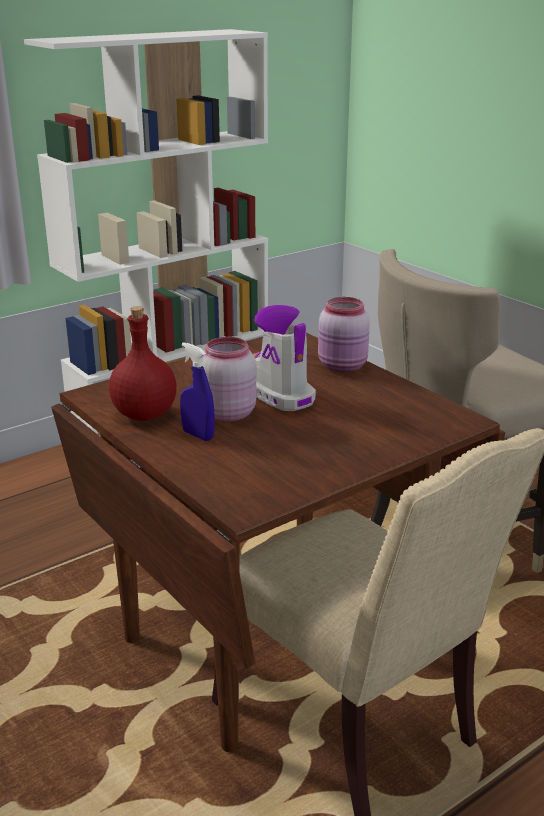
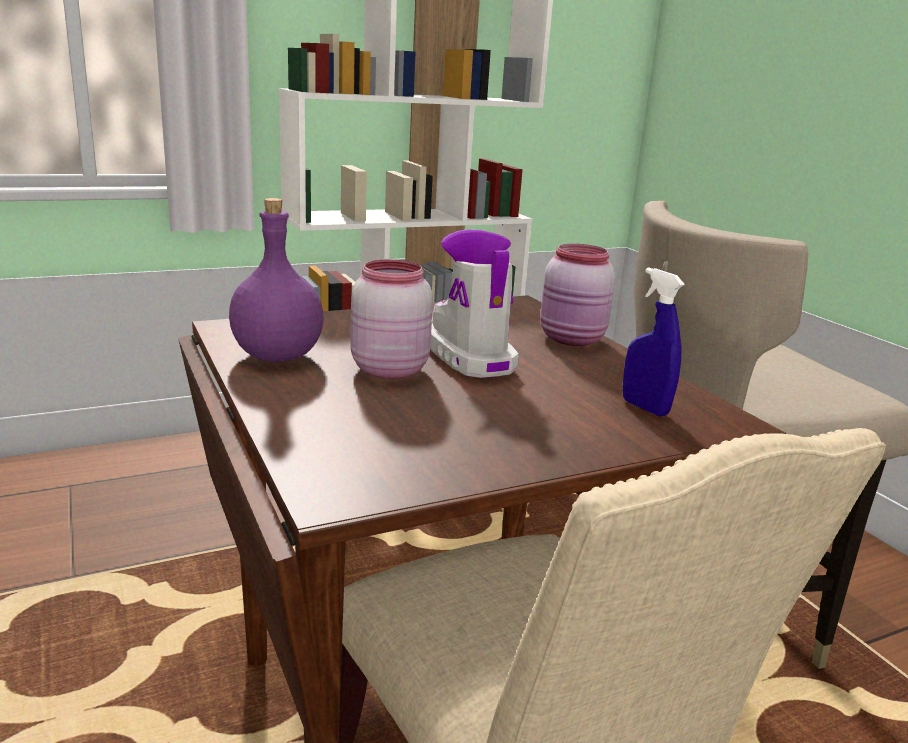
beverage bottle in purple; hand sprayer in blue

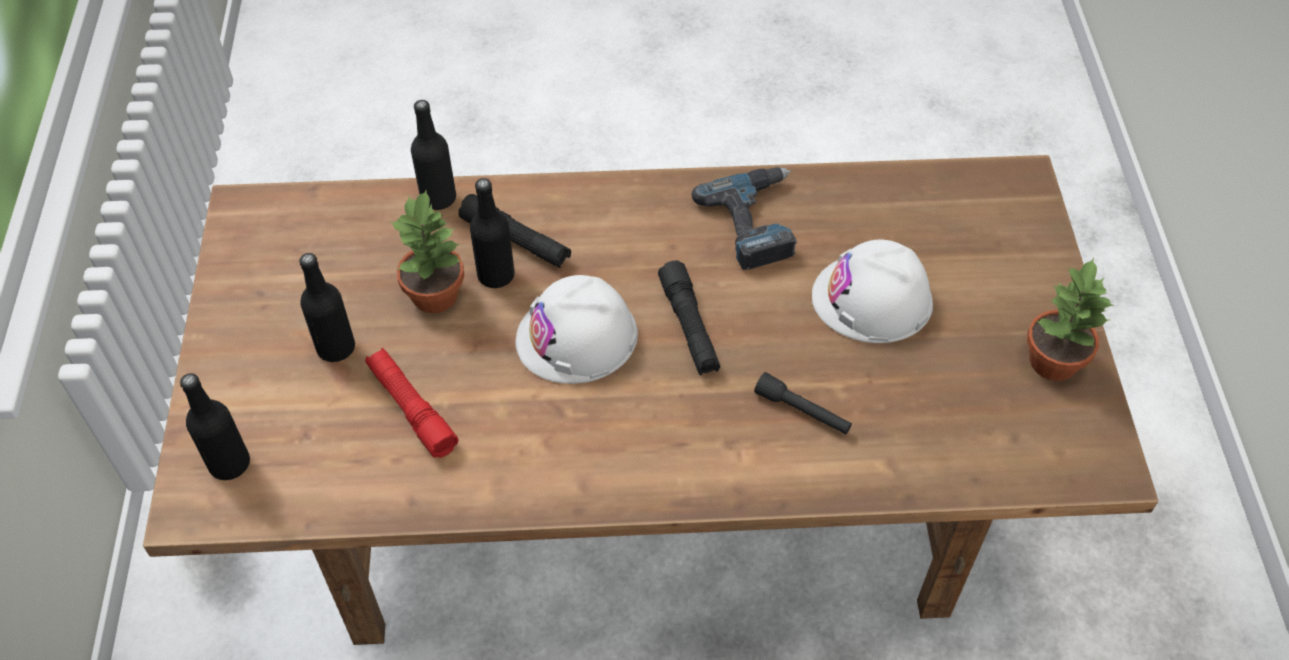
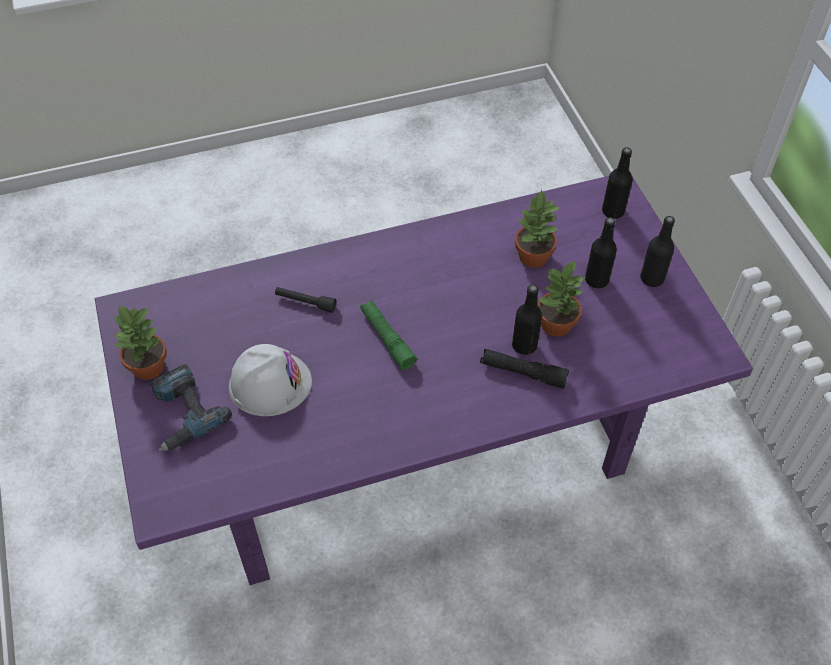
beverage bottle in blackish (no. 4 from left); kitchen table in purple; electric drill; hand torch in green; hard hat in whitish (no. 1 from left in the first image); potted plant (no. 2 from left)

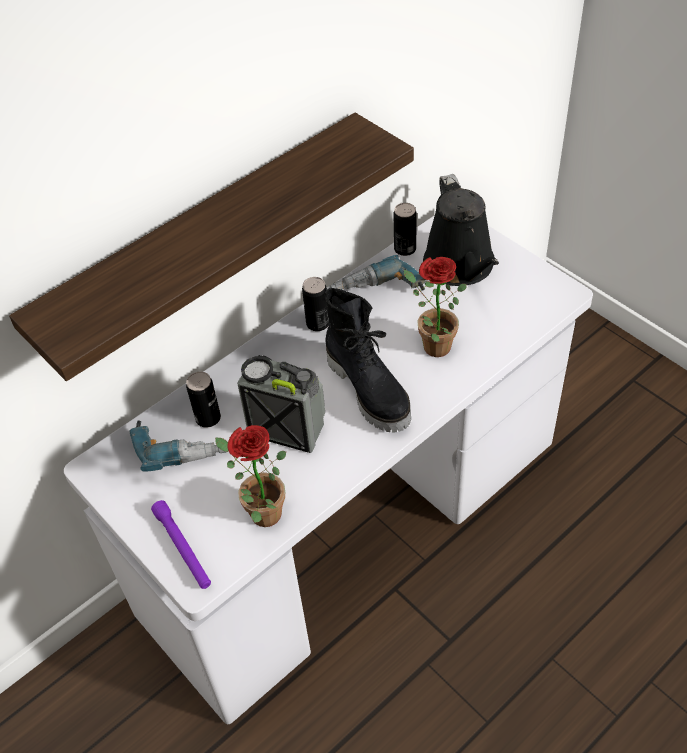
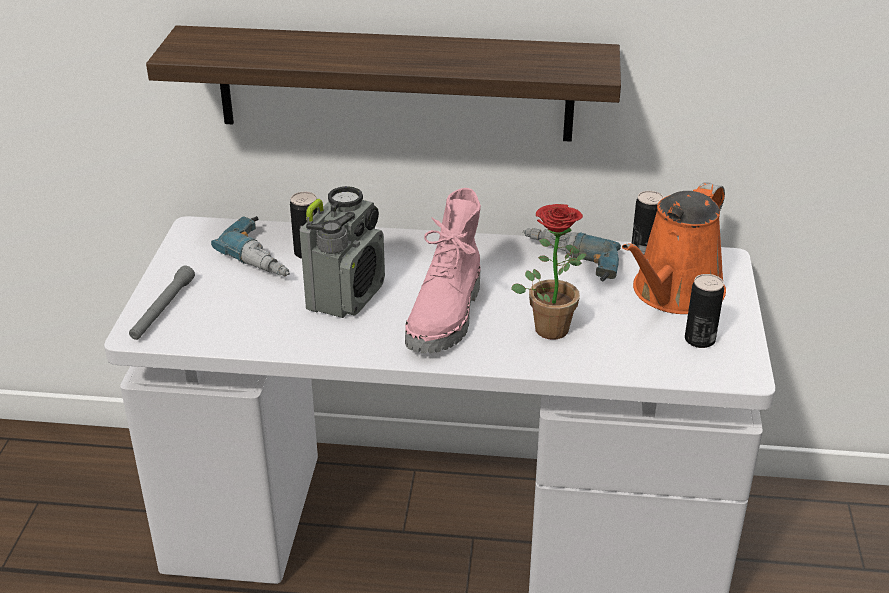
watering can in orangey; can (no. 3 from left); high-top boot in pinkish; radio receiver; potted plant (no. 1 from left in the first image); hand torch in greyish

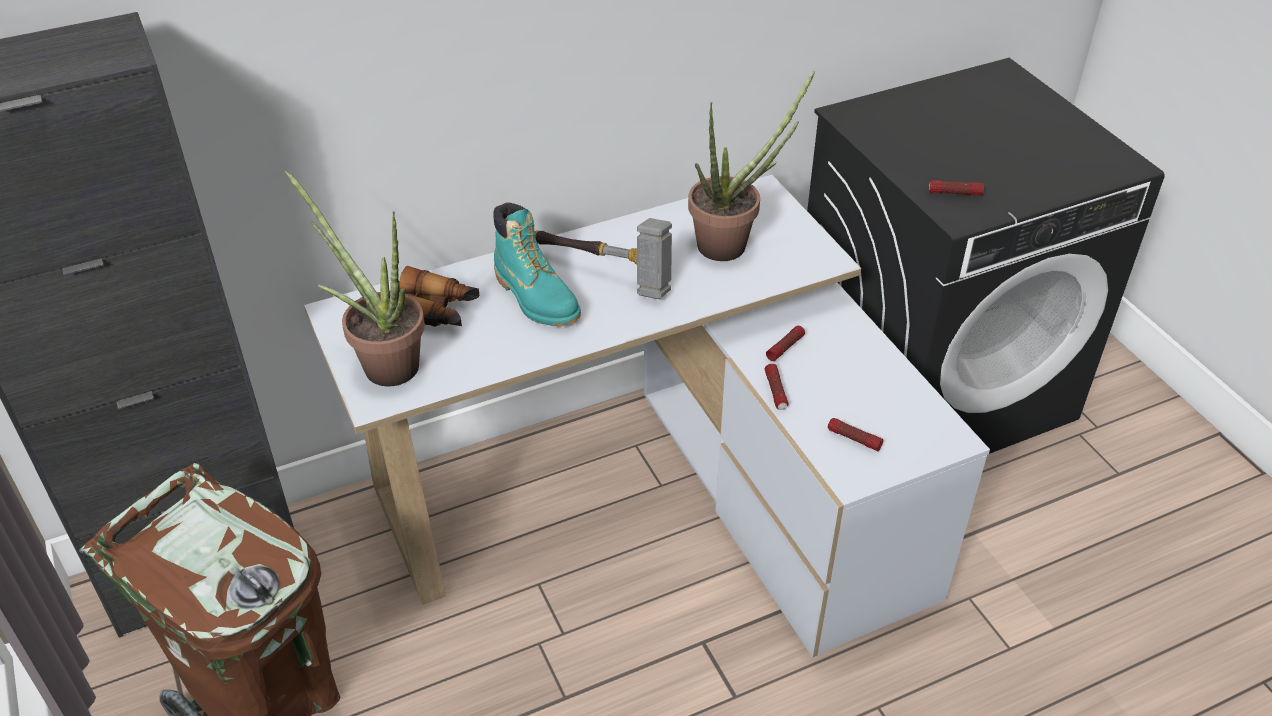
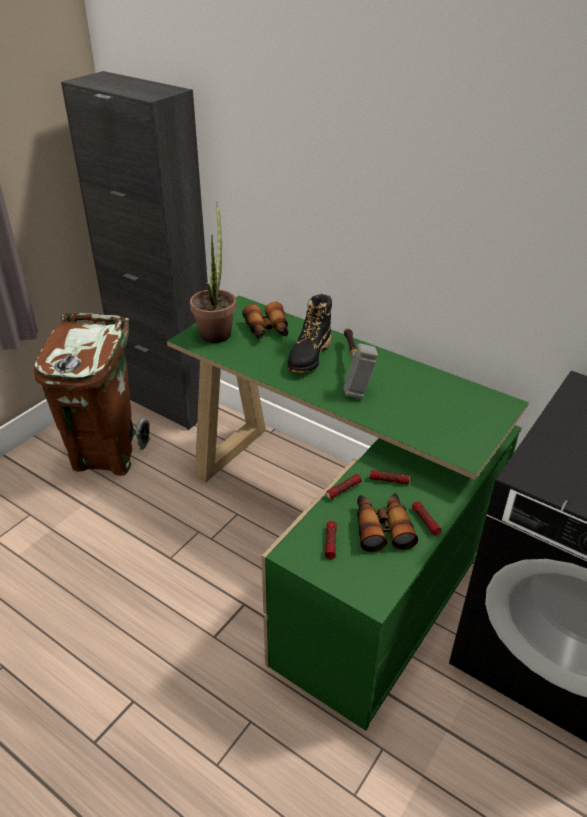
potted plant (no. 2 from left in the first image); desk in green; hand torch (no. 4 from left); high-top boot in blackish; field glasses (no. 2 from left)

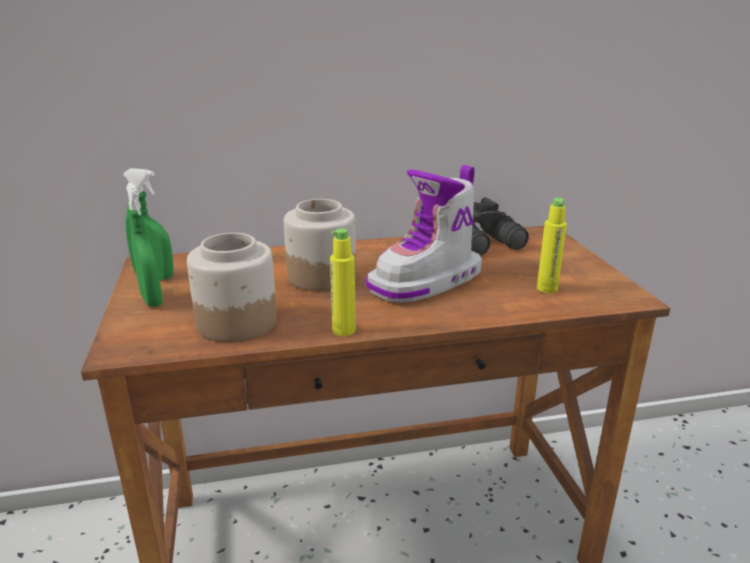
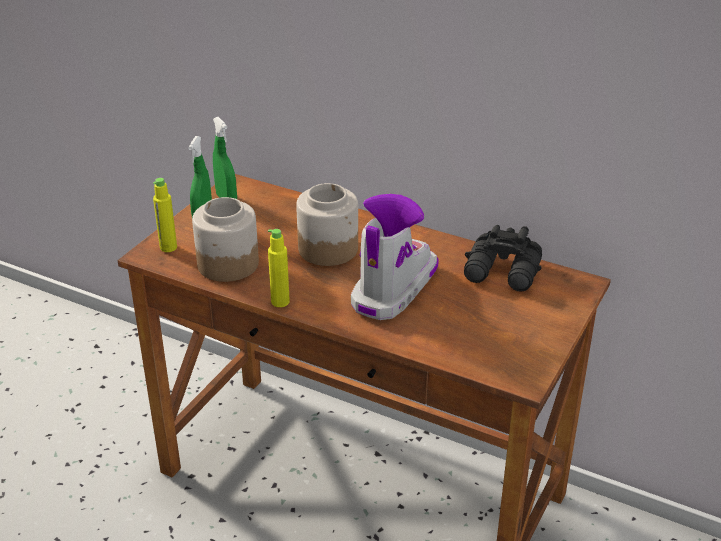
high-top boot; beverage bottle in yellow (no. 1 from left)

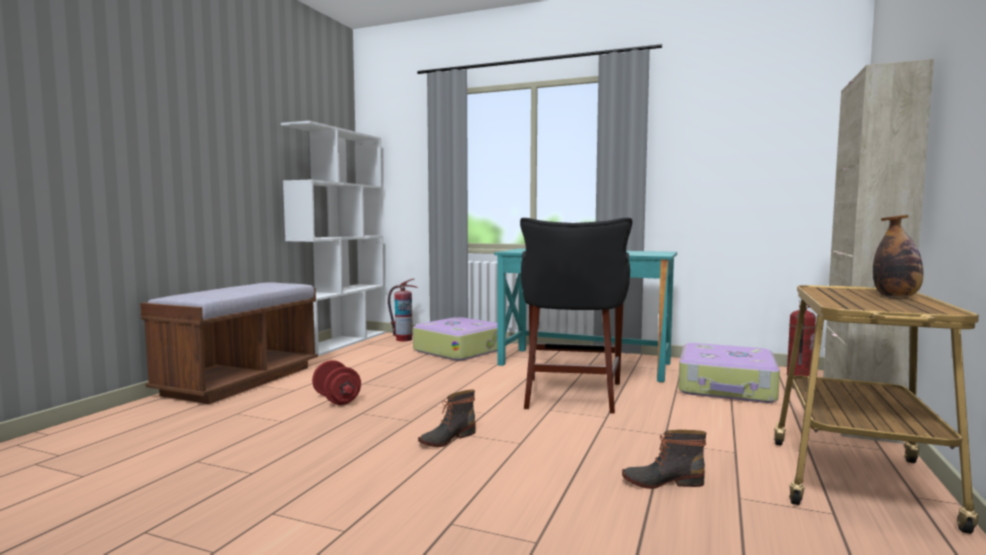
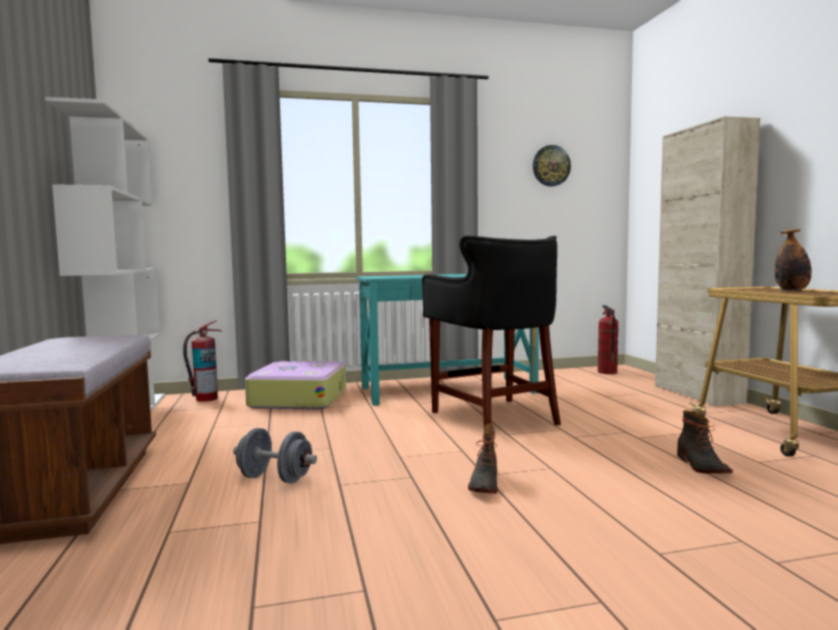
travel case (no. 2 from left in the first image); free weight in greyish; high-top boot (no. 2 from left); hanging clock

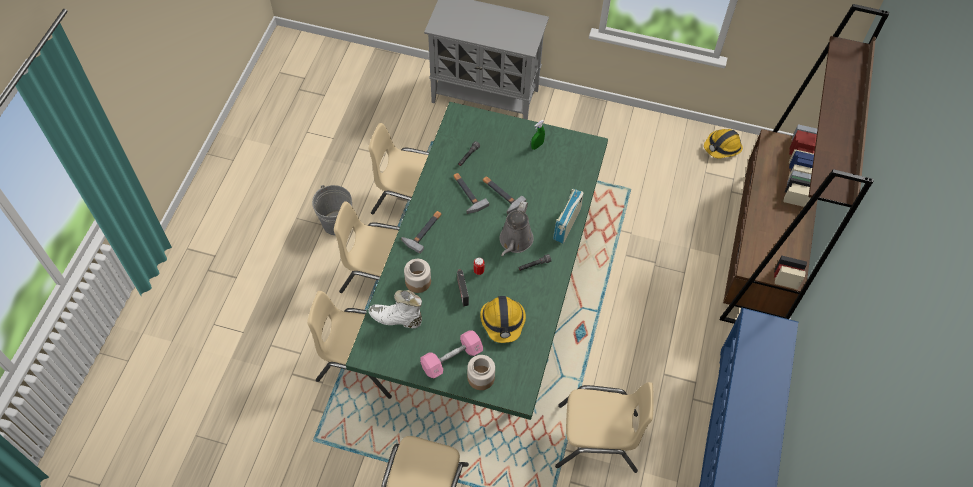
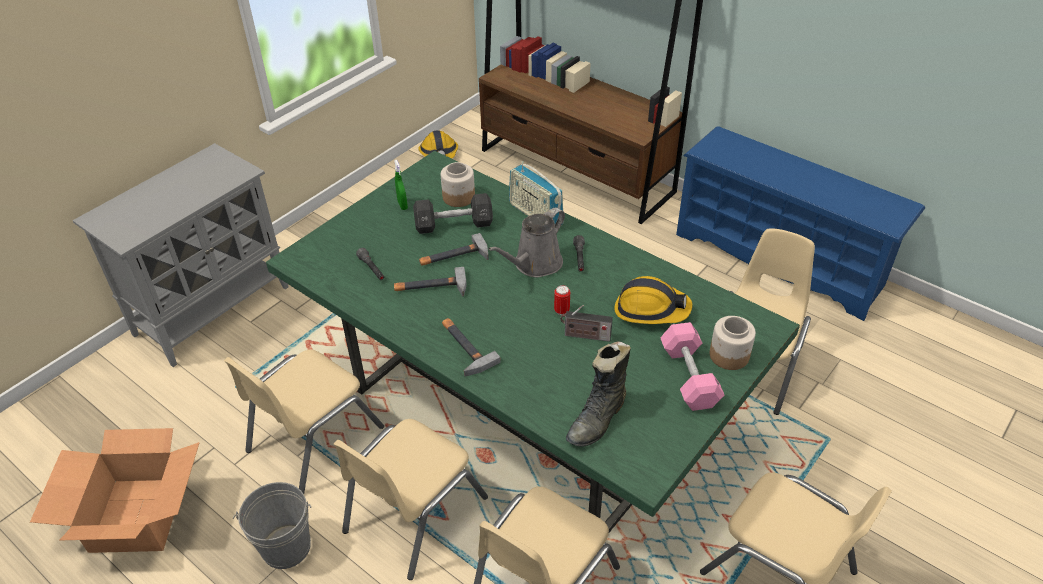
watering can in greyish; preserve jar (no. 1 from left); high-top boot in blackish; free weight in blackish; carton

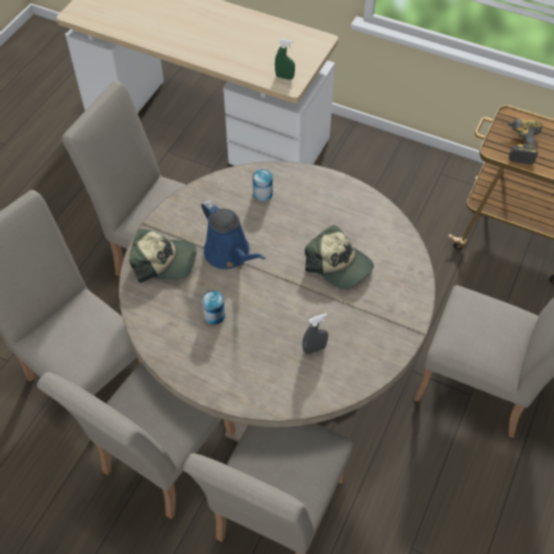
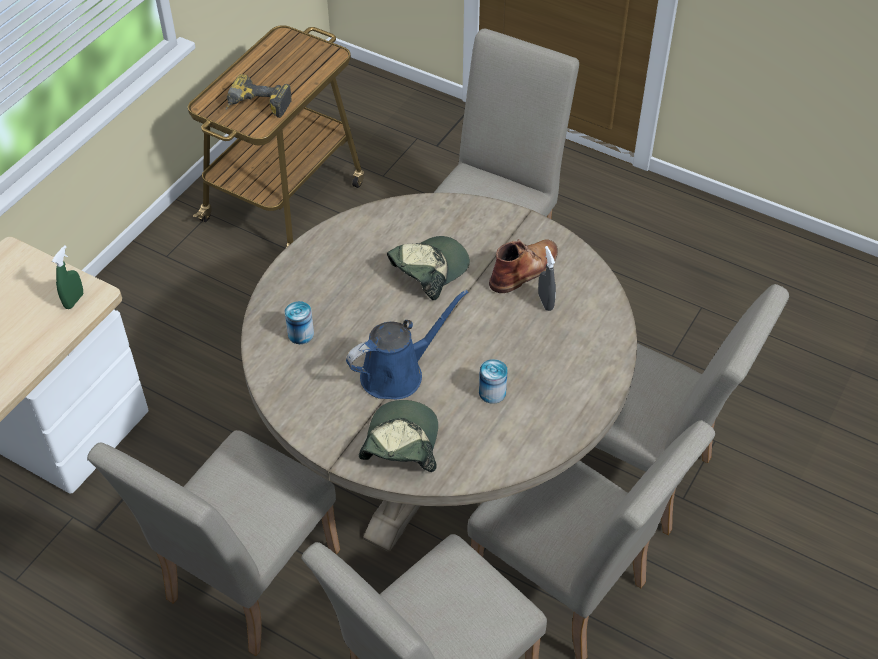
high-top boot in brown

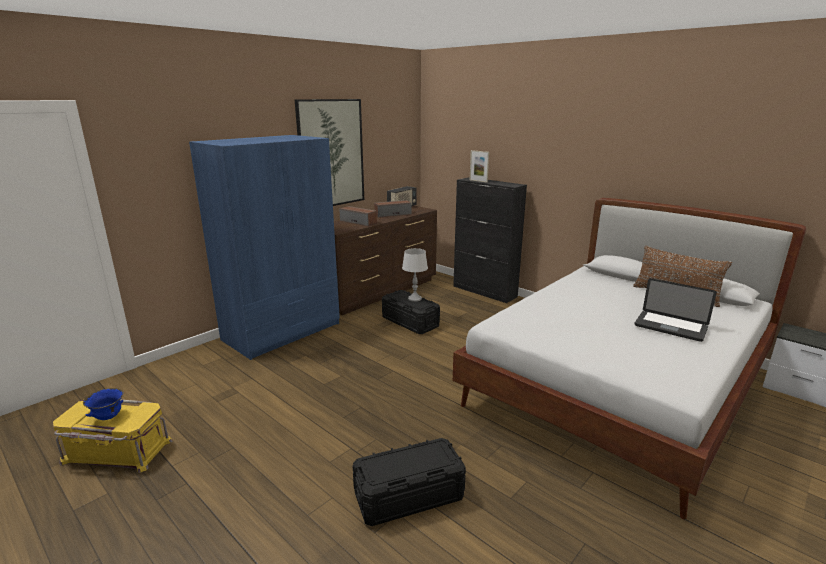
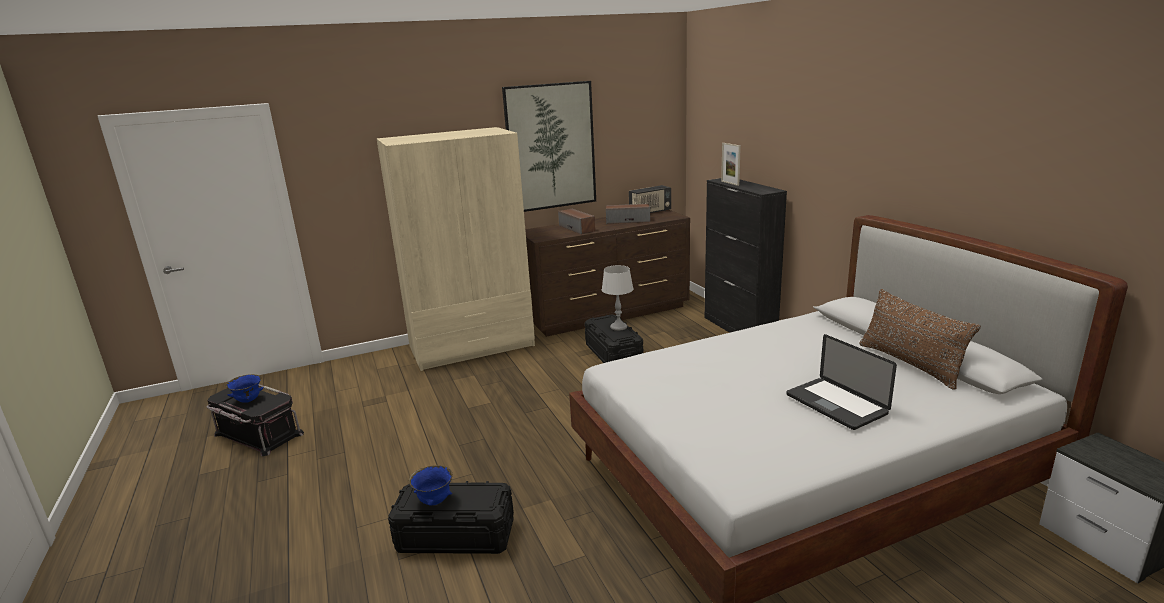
armoire in beige-coloured; storage box in blackish (no. 1 from left); serving bowl in blue (no. 2 from left)

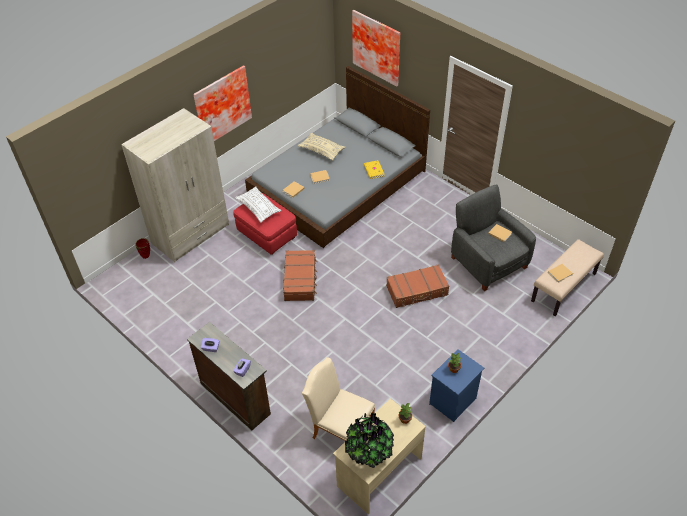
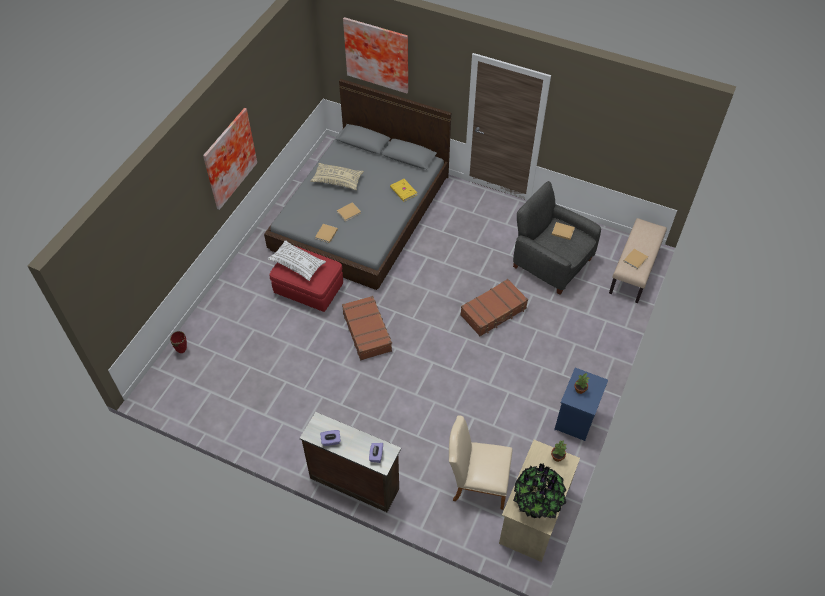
armoire in beige-coloured

